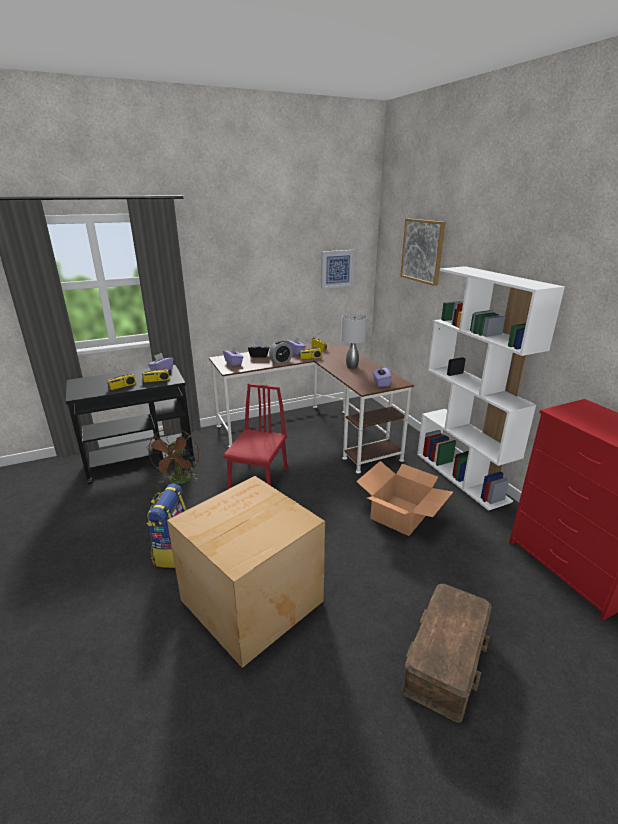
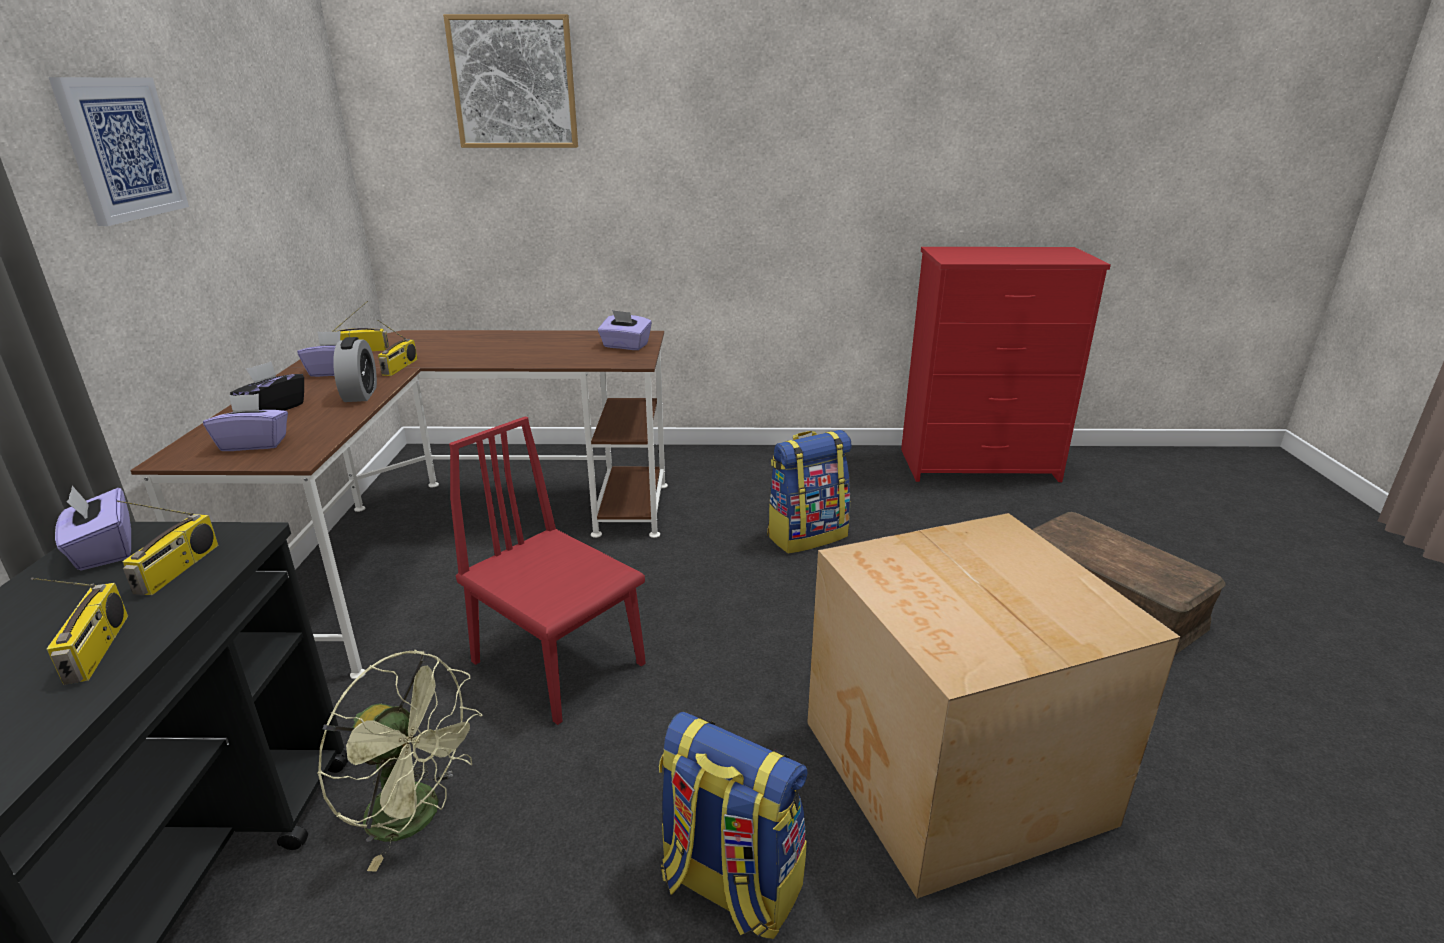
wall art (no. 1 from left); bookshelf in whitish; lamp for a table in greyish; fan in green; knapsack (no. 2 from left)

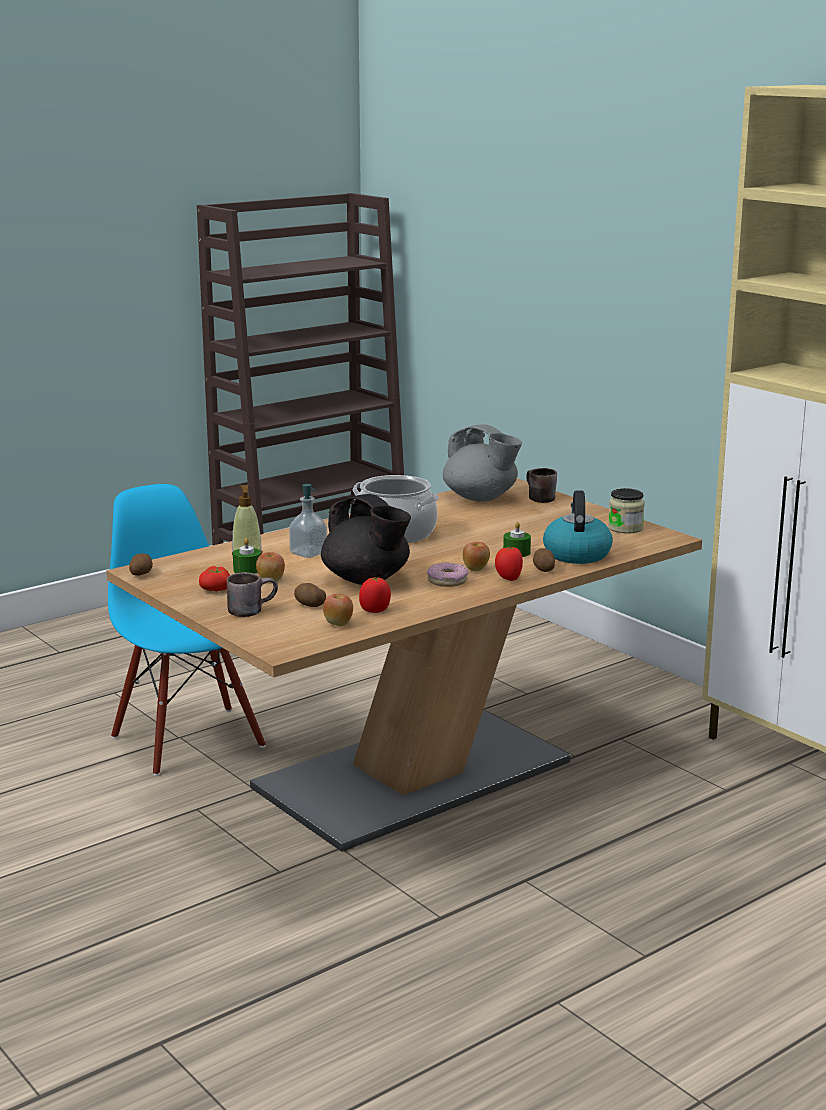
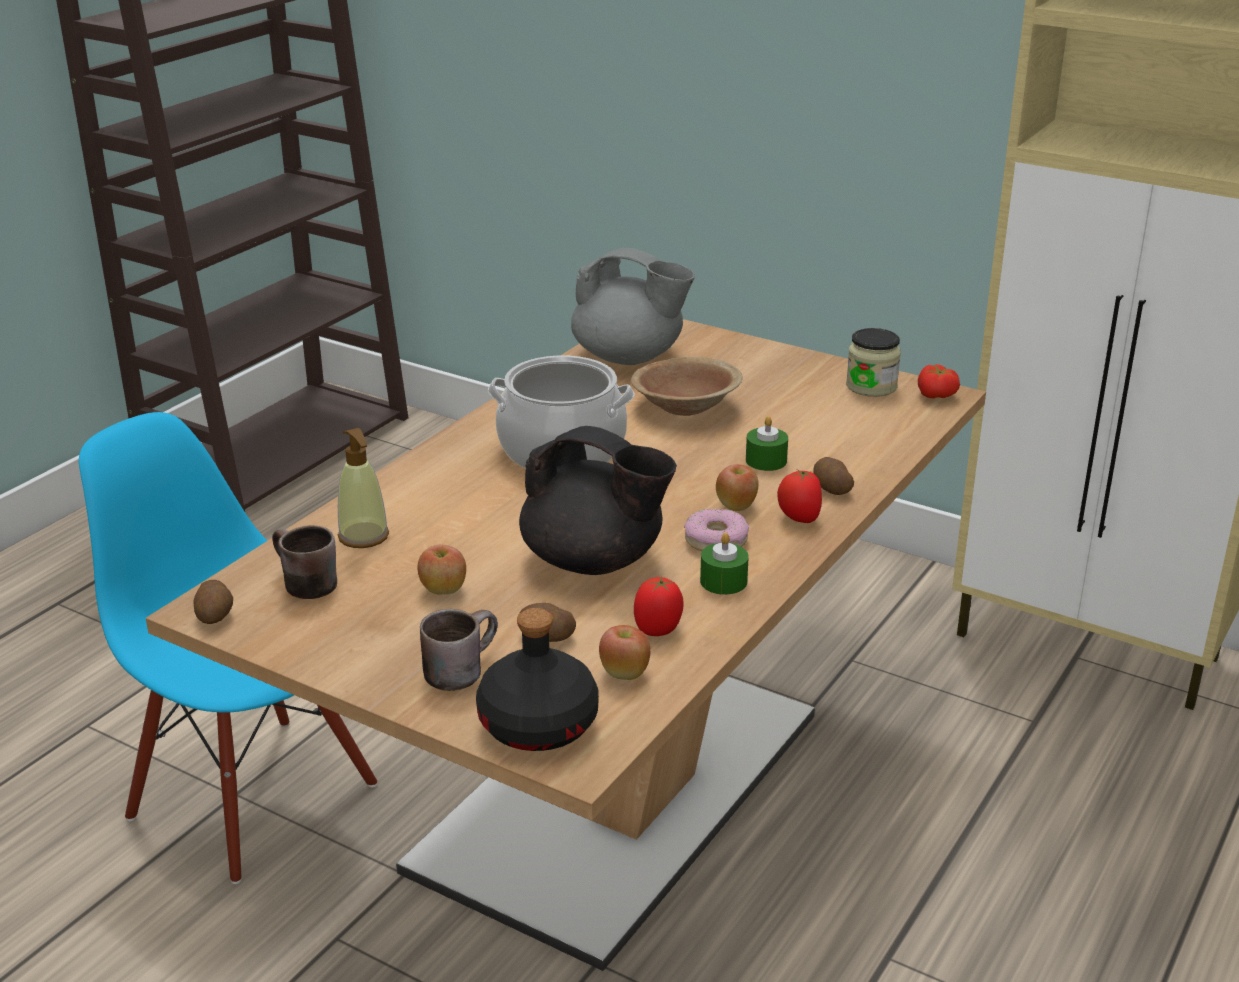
mug in brown (no. 1 from left); soap dispenser (no. 2 from left in the first image); water kettle; candle in green (no. 1 from left); fresh tomato (no. 3 from left); serving bowl in brown; beverage bottle in blackish

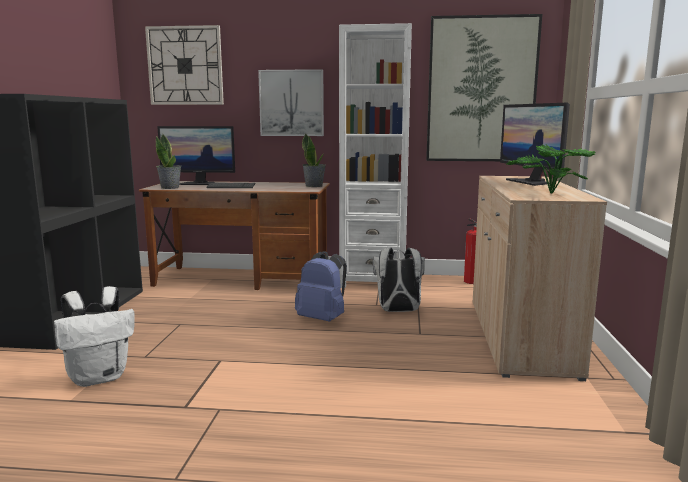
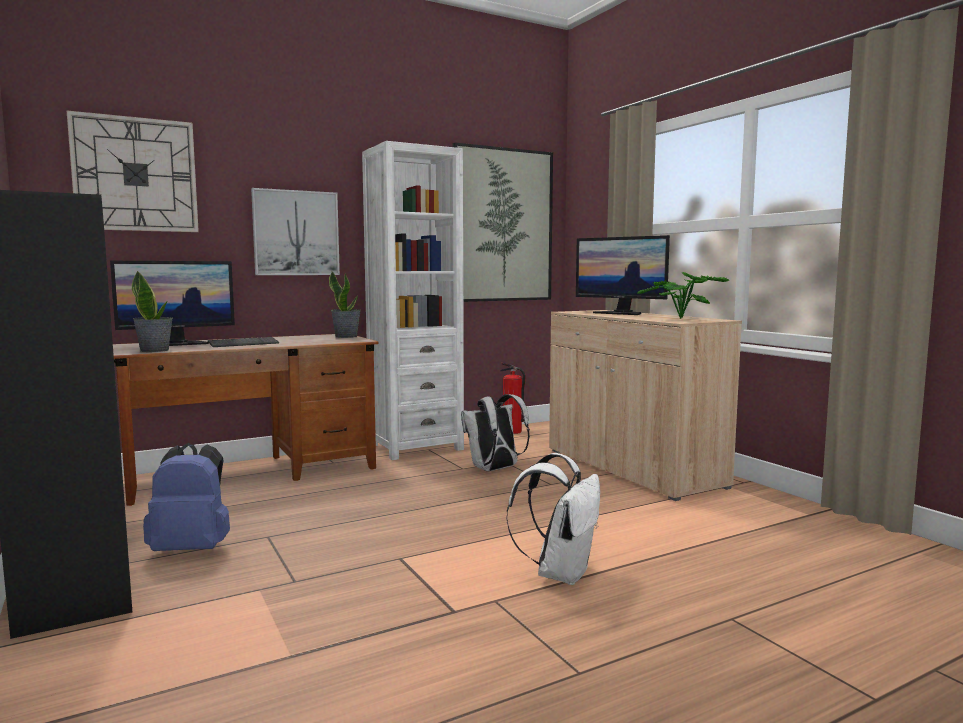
knapsack in blue; knapsack in whitish (no. 2 from left)

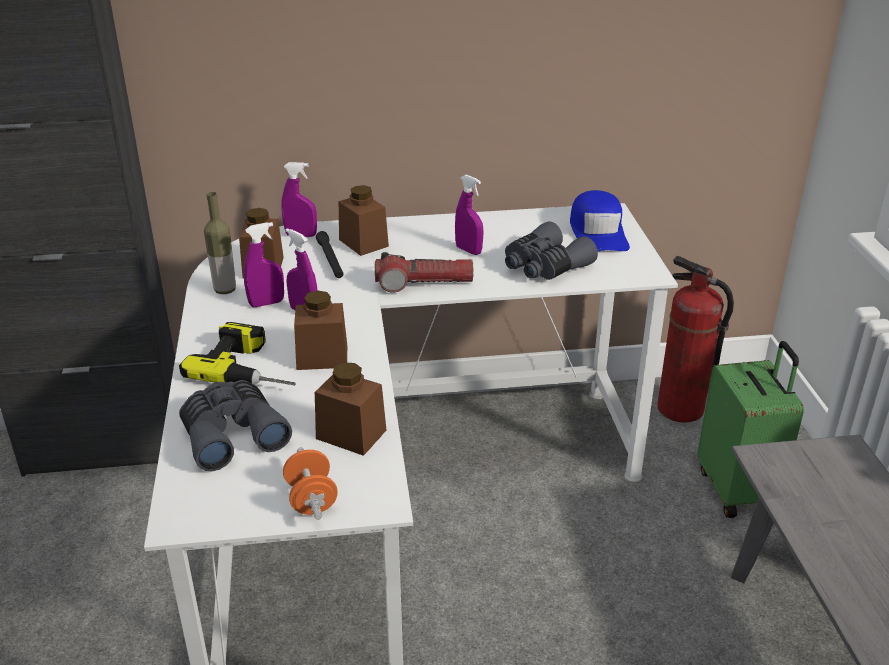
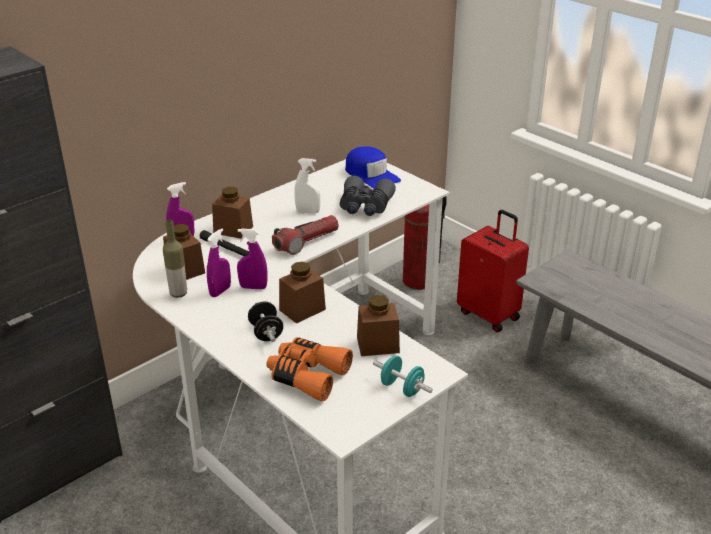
hand sprayer in whitish; free weight in blackish; travel case in red; field glasses in orangey; free weight in turquoise

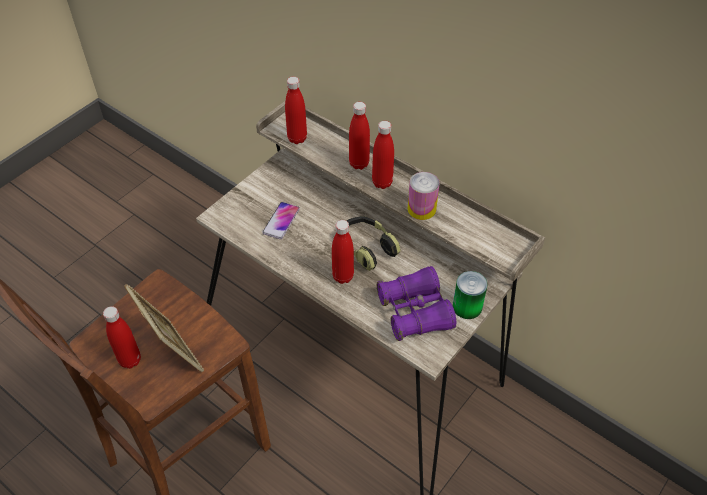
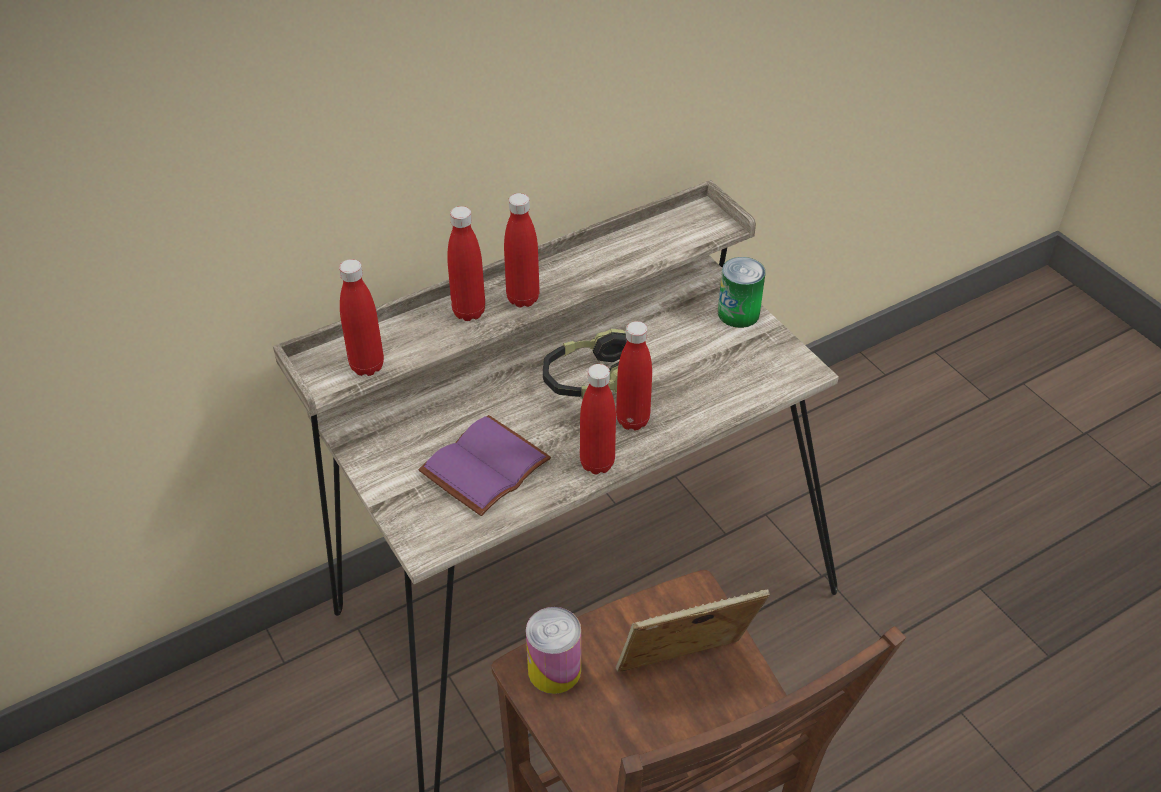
can (no. 1 from left); book in purple; field glasses in purple; beverage bottle in red (no. 4 from left)

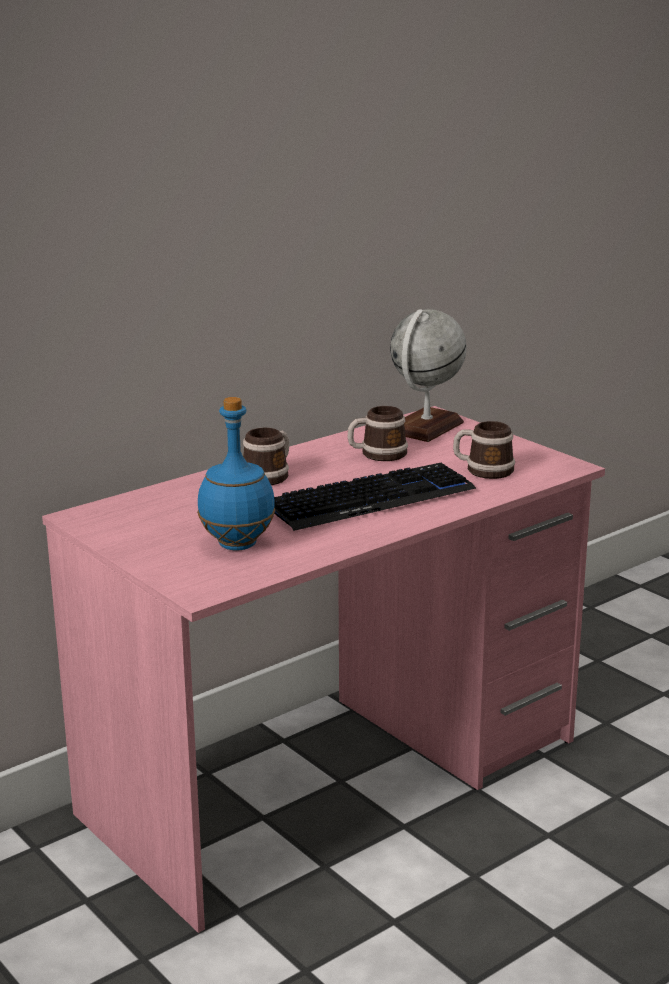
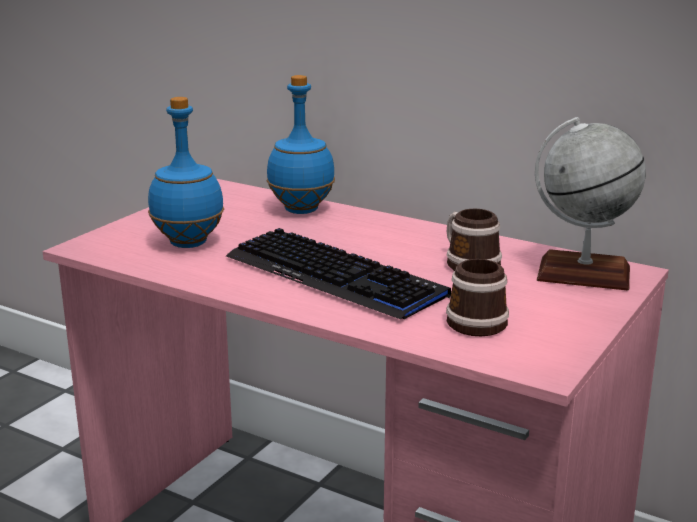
mug (no. 1 from left in the first image); beverage bottle in blue (no. 2 from left)

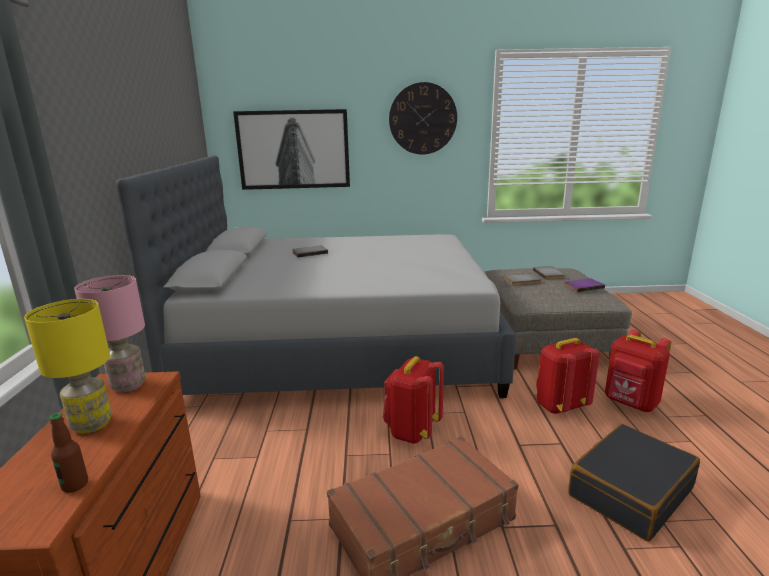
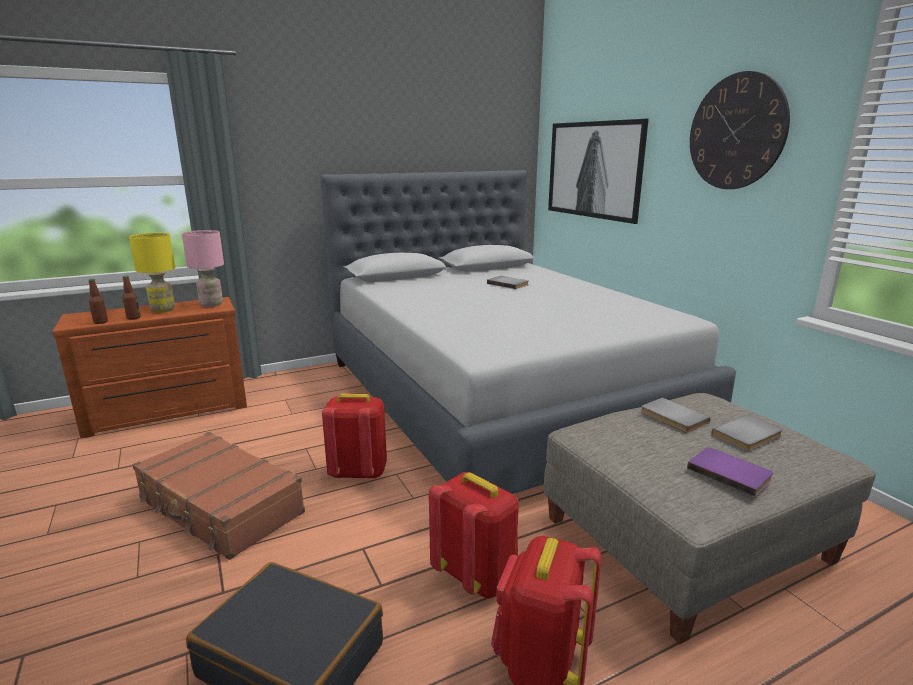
beverage bottle (no. 2 from left)

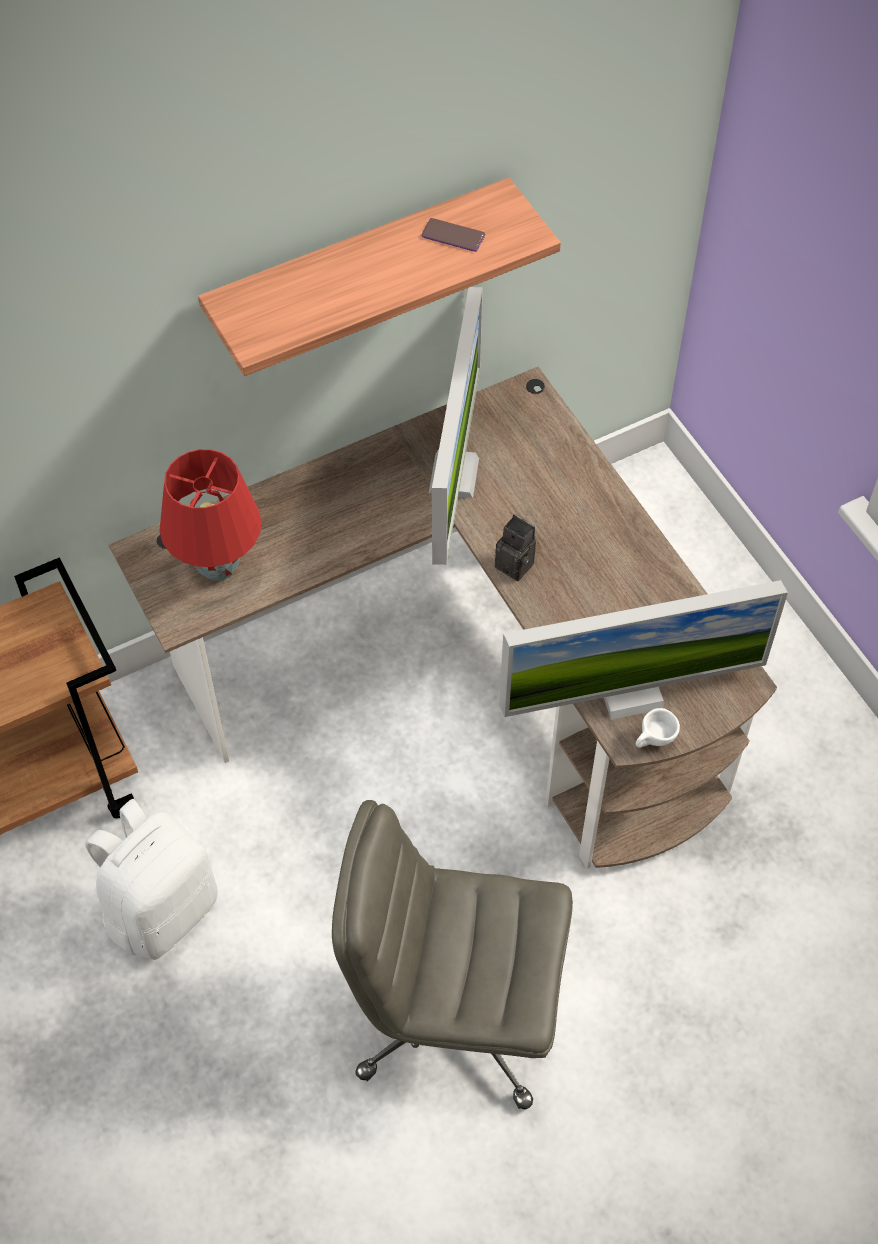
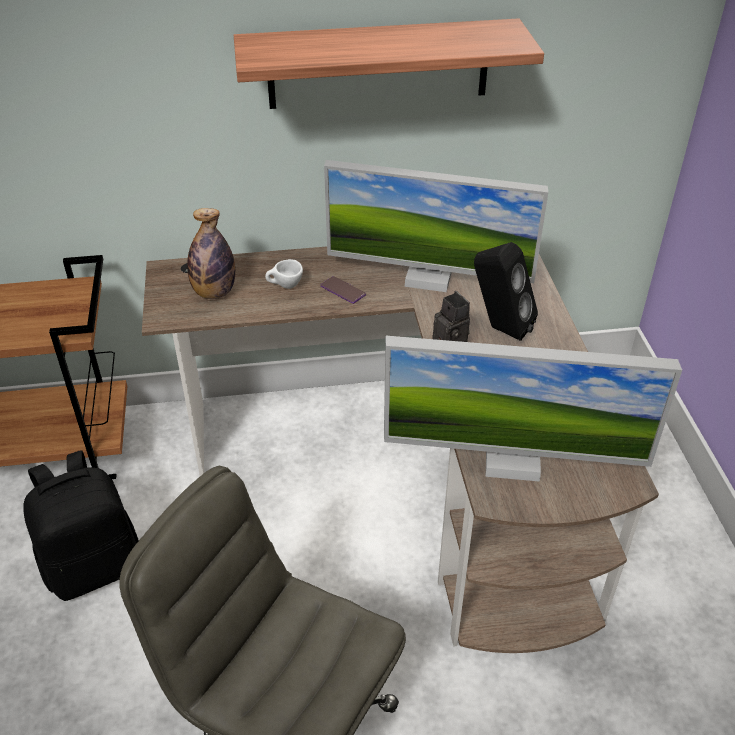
telephone; monitor (no. 1 from left); beverage bottle; small cup in whitish; knapsack in blackish; audio speaker in blackish

